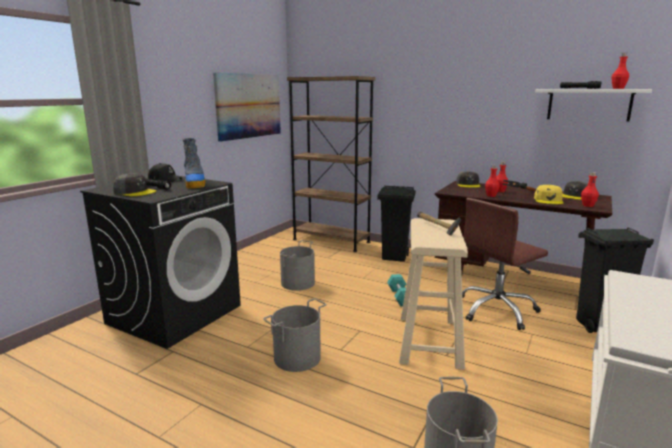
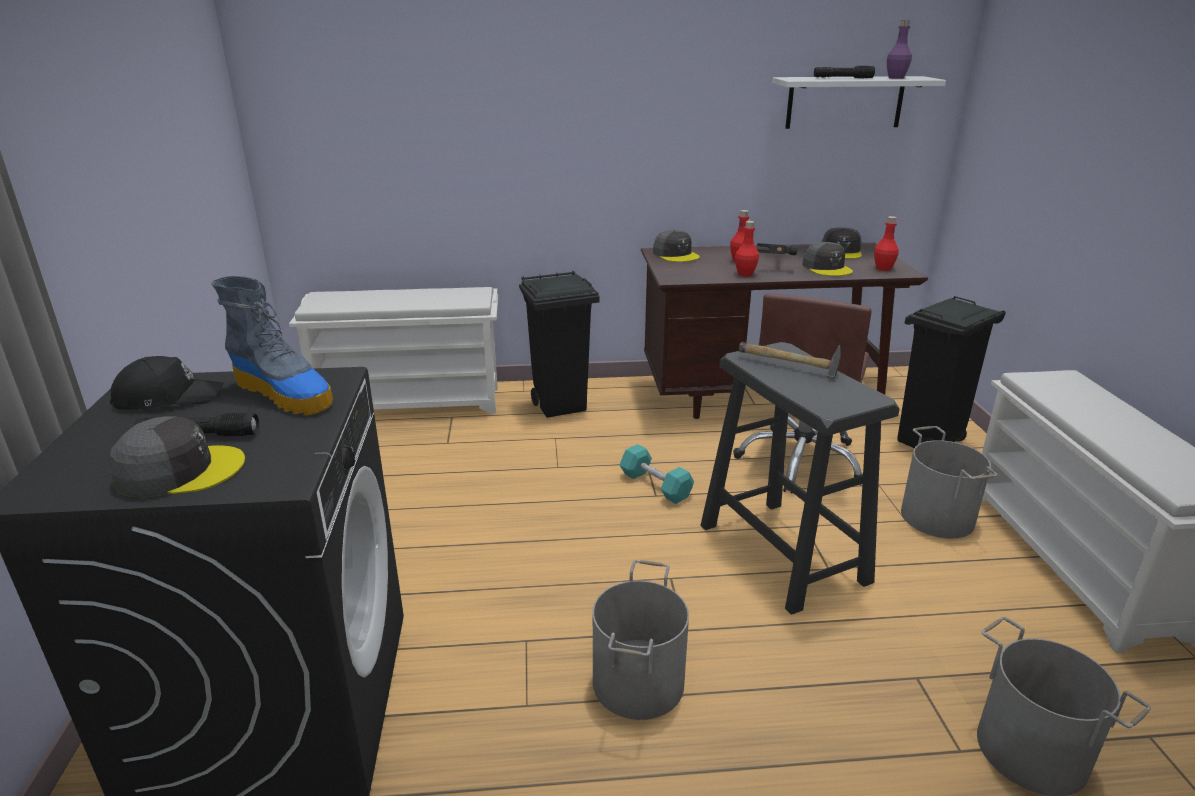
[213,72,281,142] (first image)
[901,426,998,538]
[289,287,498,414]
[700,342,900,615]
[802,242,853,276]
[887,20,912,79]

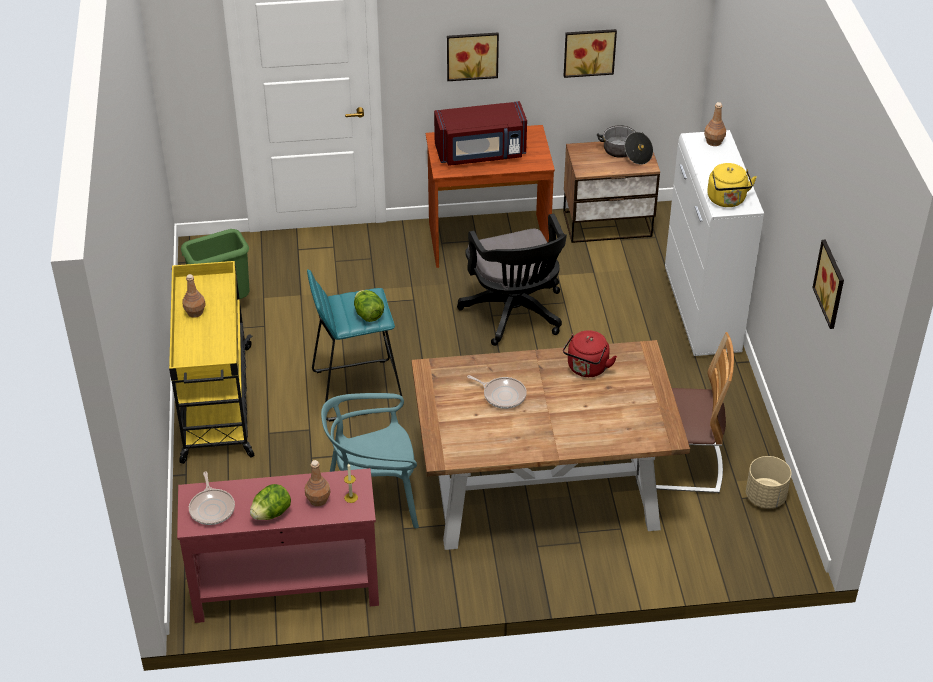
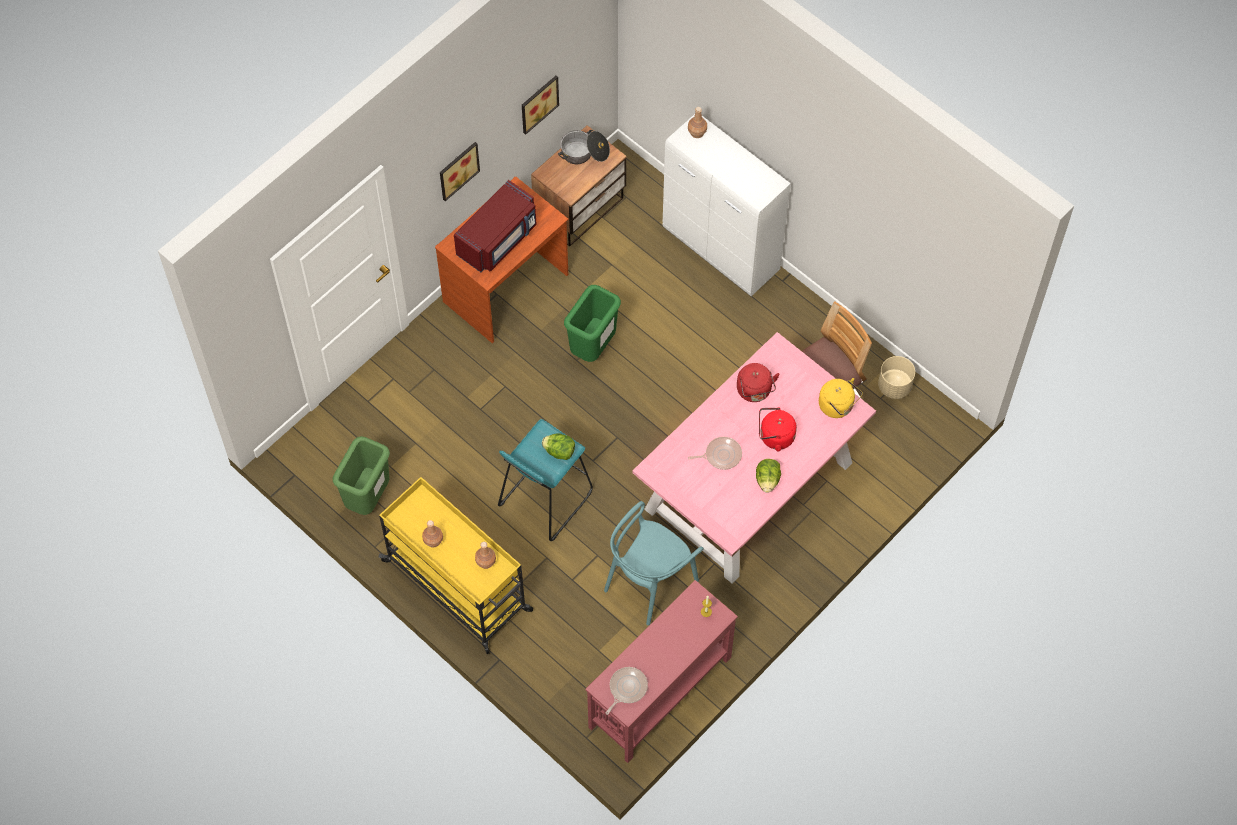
[605,667,648,715]
[756,459,781,493]
[475,542,496,569]
[633,332,876,584]
[564,285,621,362]
[819,378,863,418]
[812,240,844,329] (first image)
[759,408,797,451]

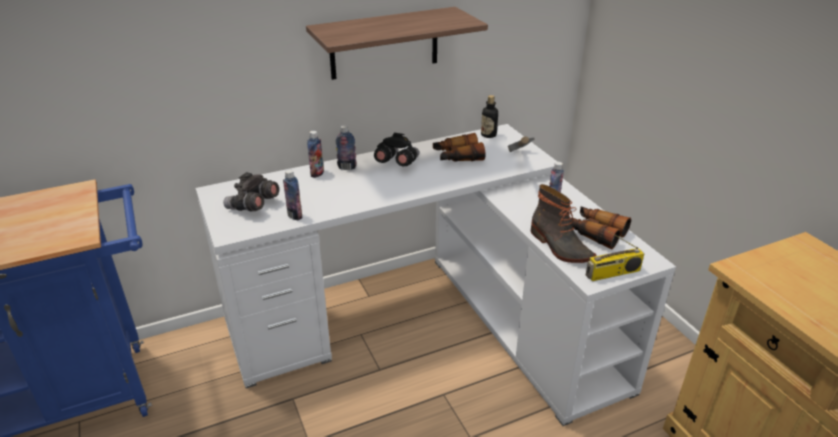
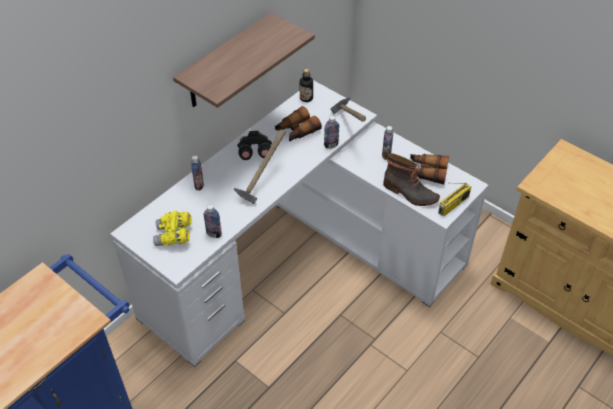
[153,210,192,246]
[324,116,339,149]
[234,129,286,204]

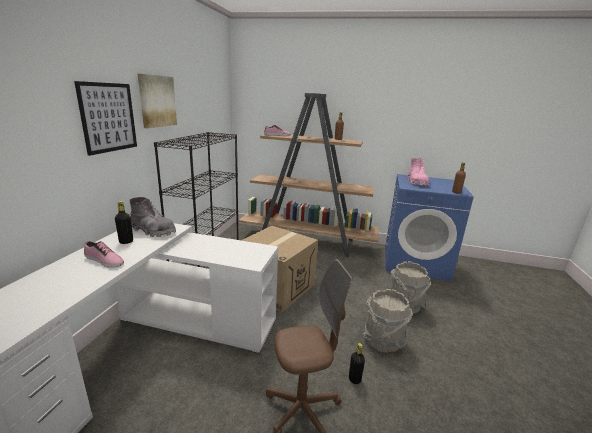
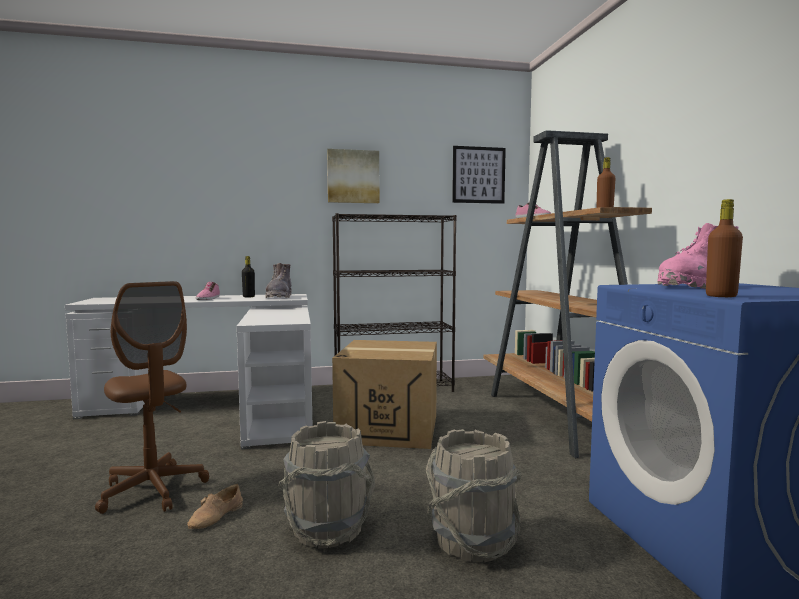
[452,146,506,204]
[187,484,243,529]

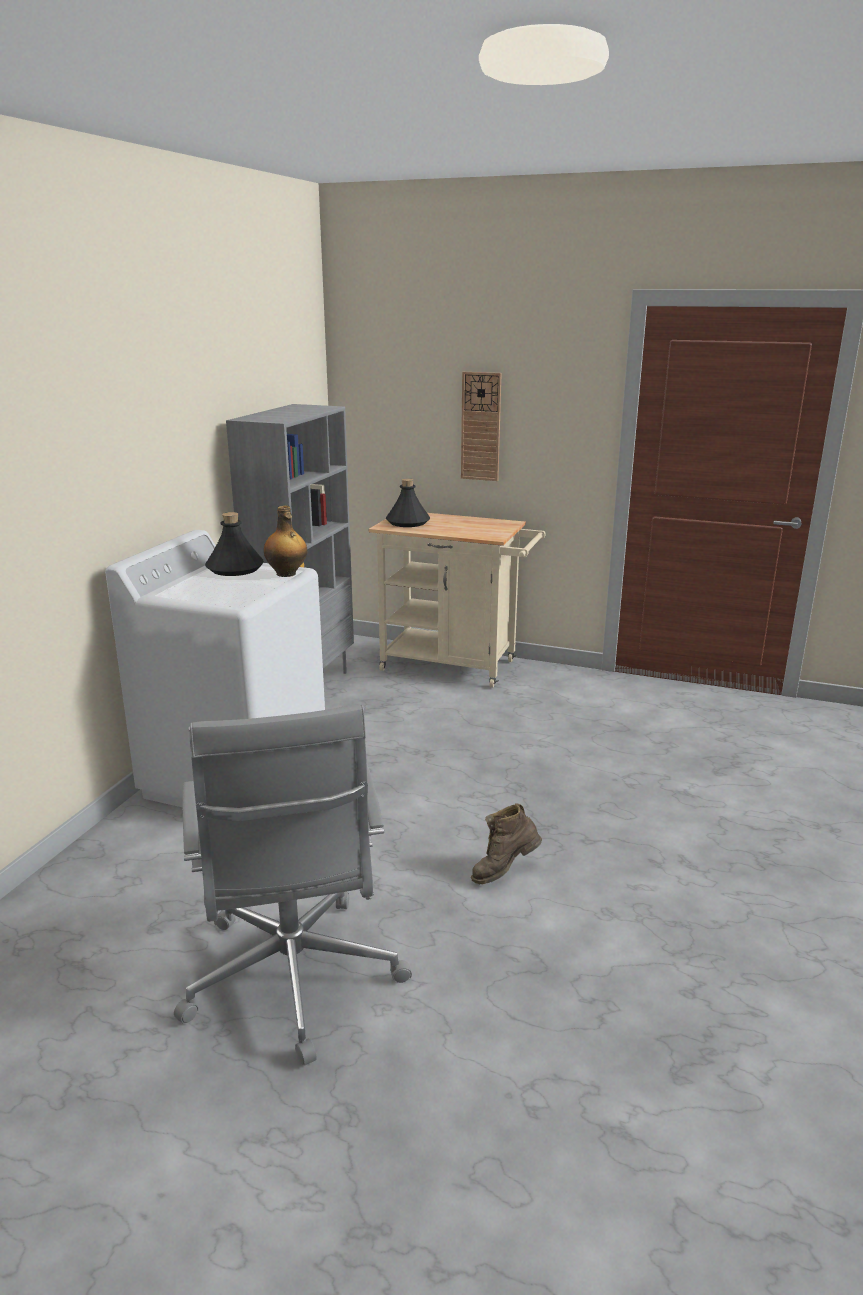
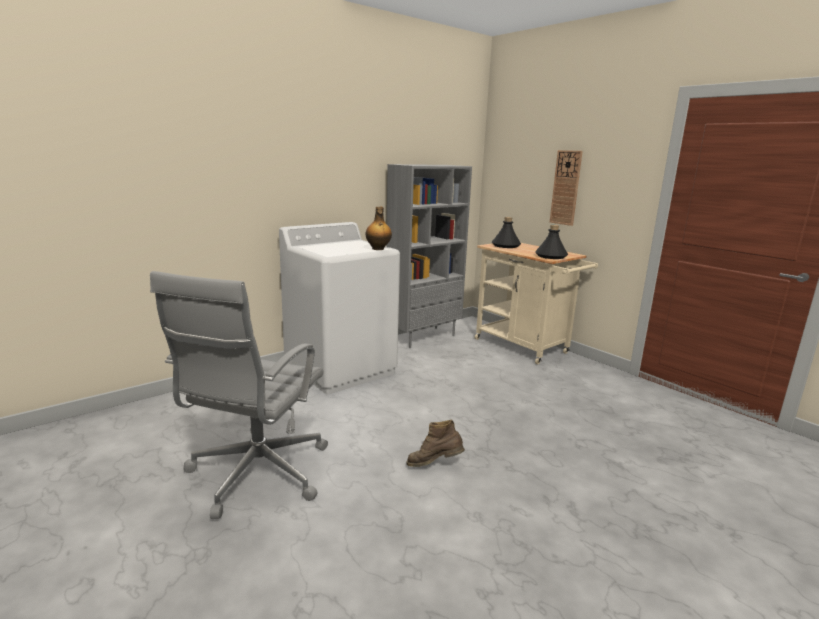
[535,225,568,259]

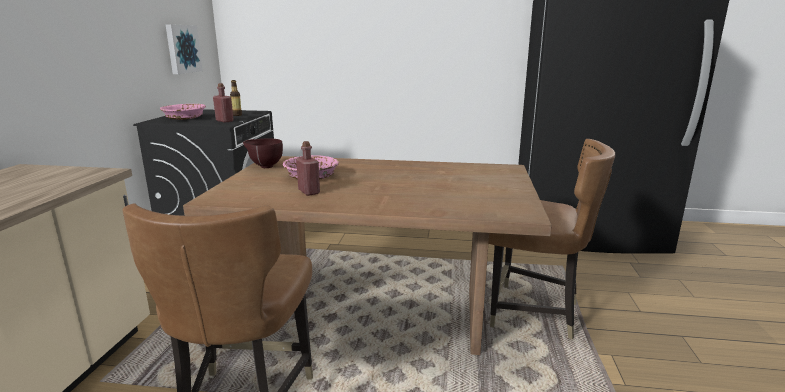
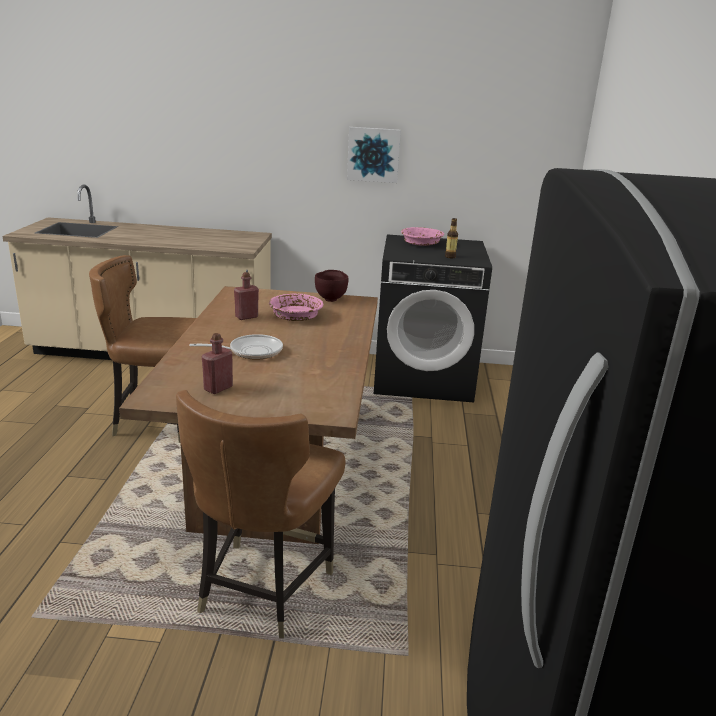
[347,127,401,183]
[202,333,233,394]
[189,334,283,360]

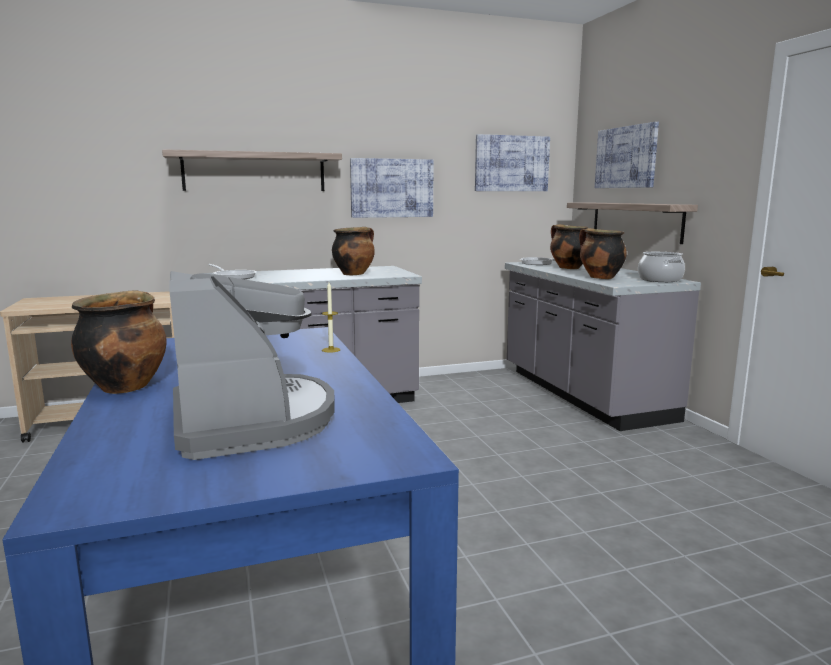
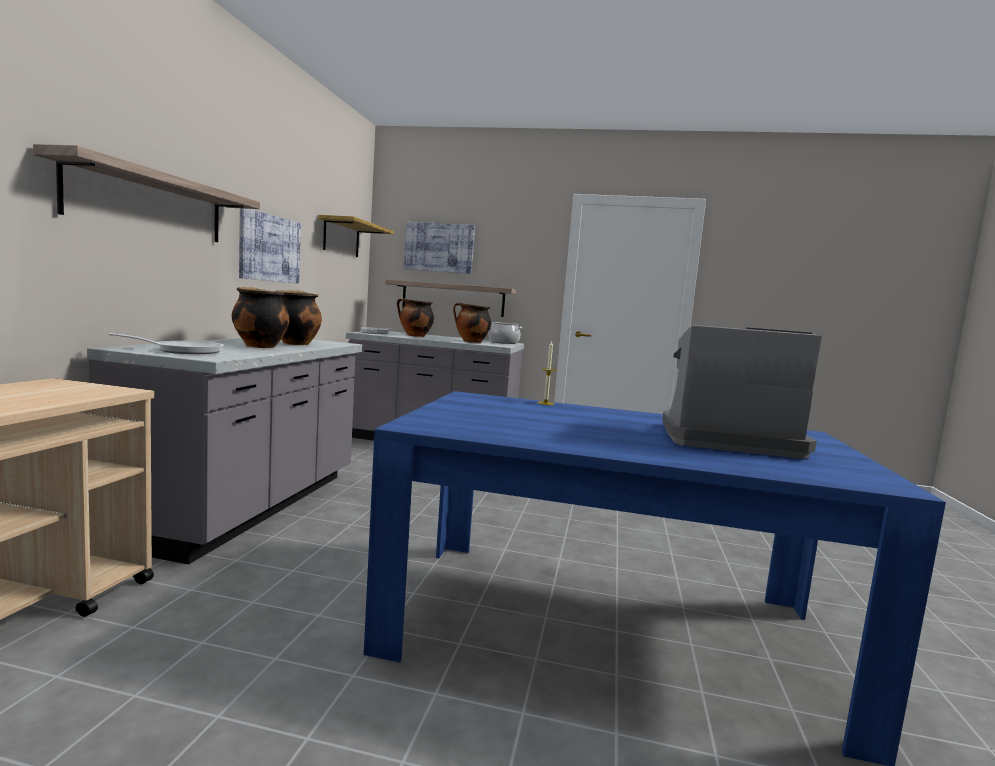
[231,287,289,348]
[318,215,394,257]

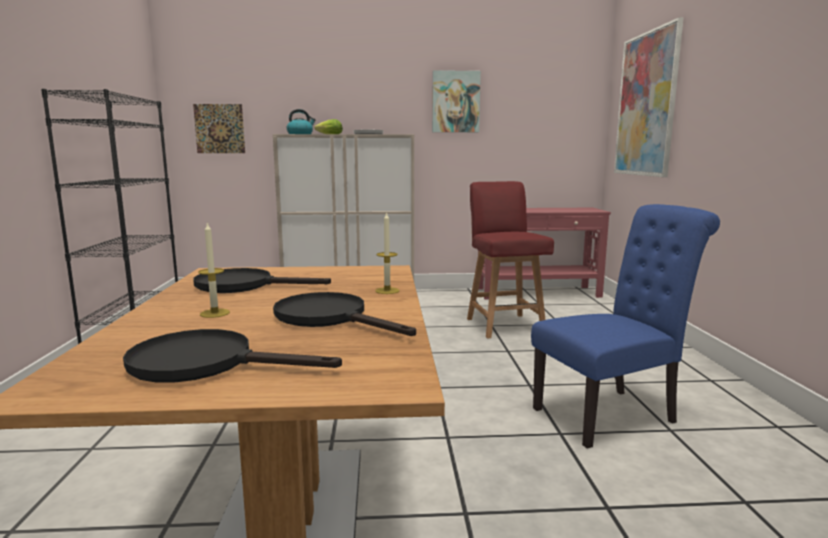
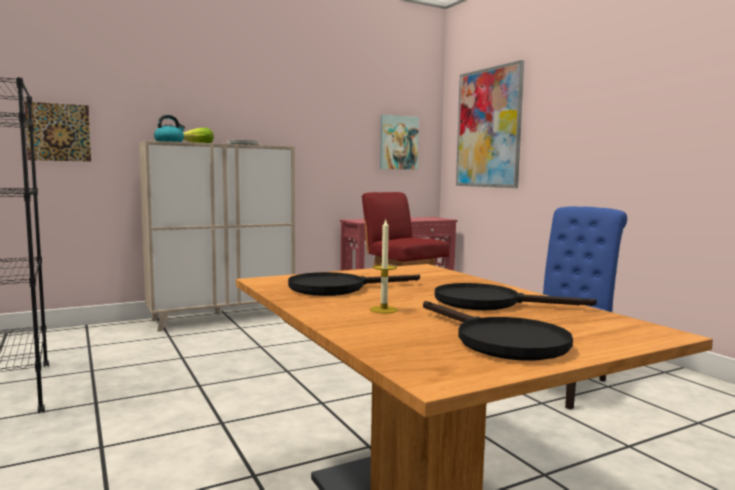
[423,301,573,361]
[375,212,400,294] (first image)
[380,114,419,170]

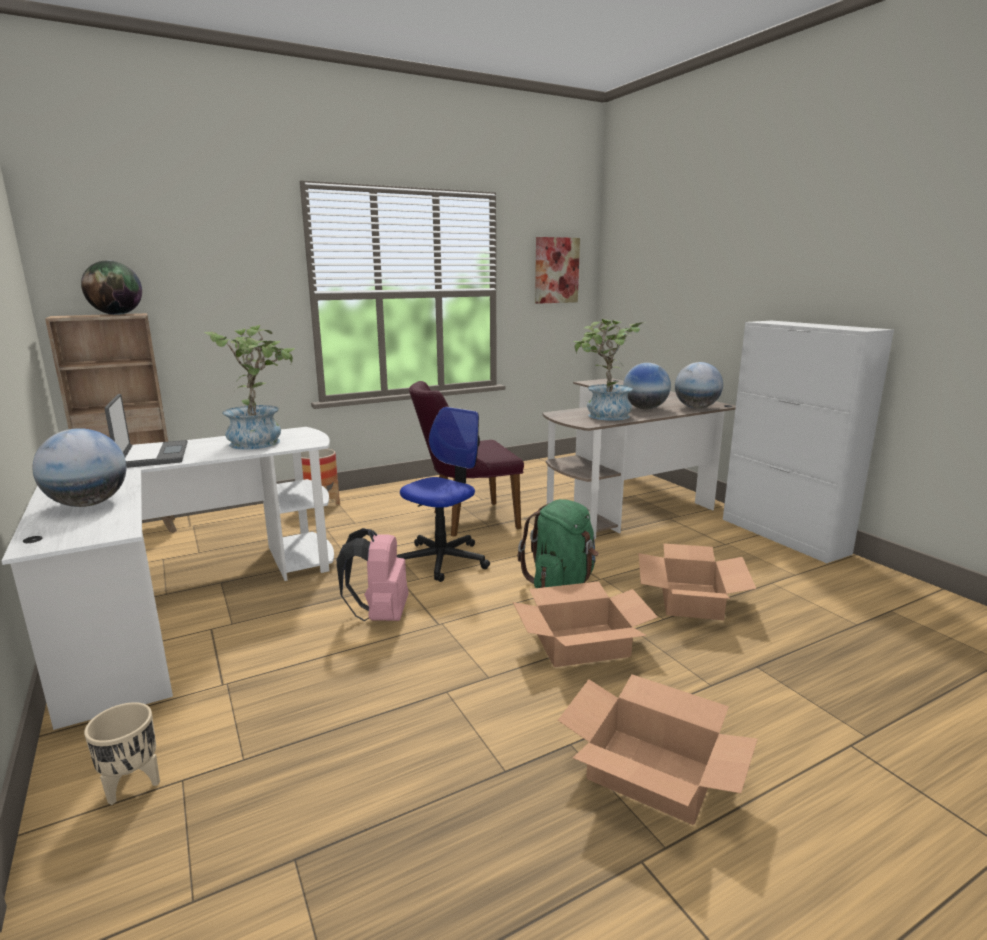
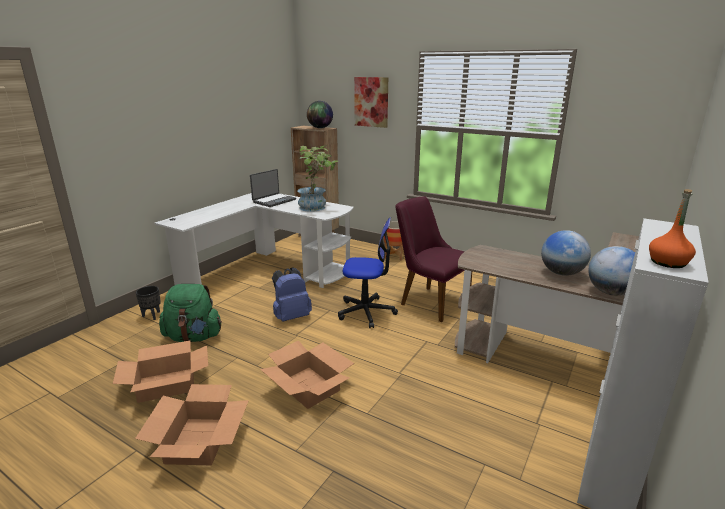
[32,428,127,507] (first image)
[136,286,161,320]
[272,267,312,322]
[159,284,222,342]
[354,77,388,128]
[573,319,644,421] (first image)
[113,341,208,403]
[649,189,696,268]

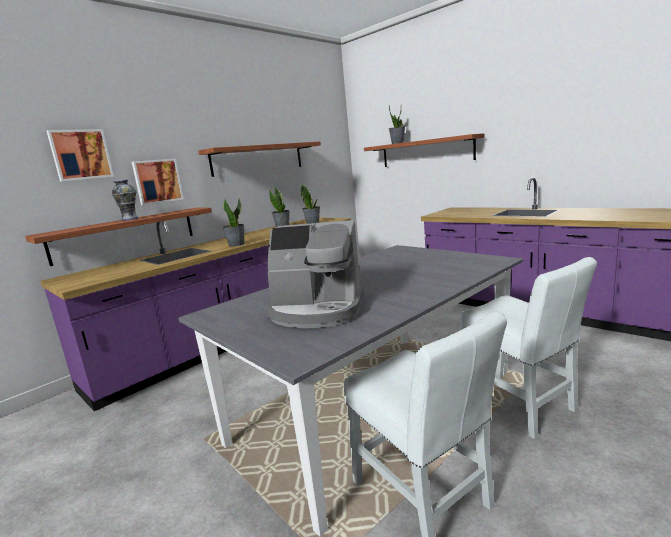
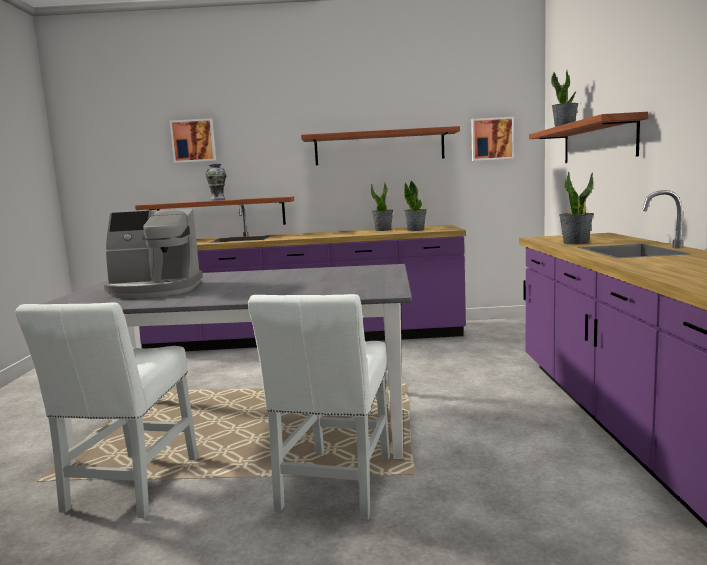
[471,117,514,161]
[559,171,594,245]
[103,209,203,298]

